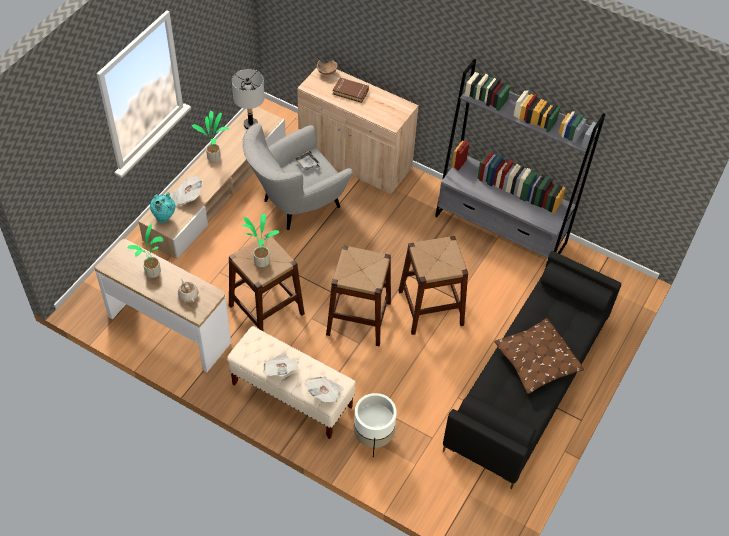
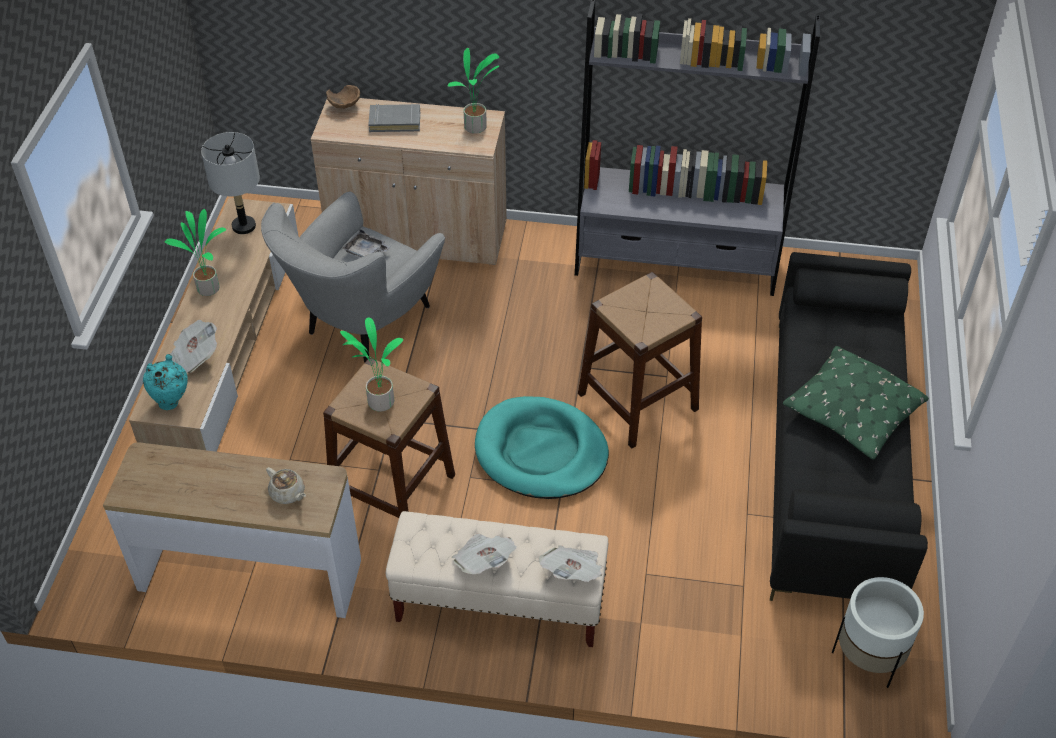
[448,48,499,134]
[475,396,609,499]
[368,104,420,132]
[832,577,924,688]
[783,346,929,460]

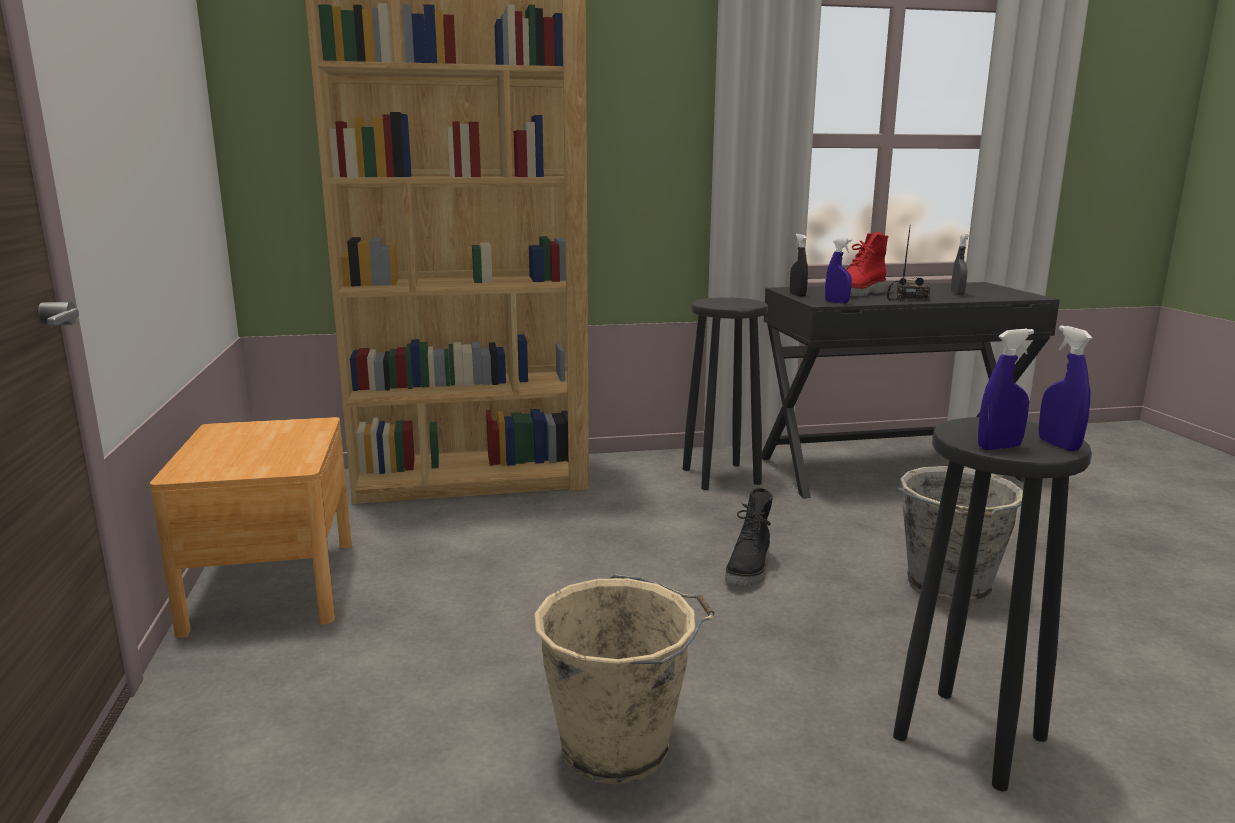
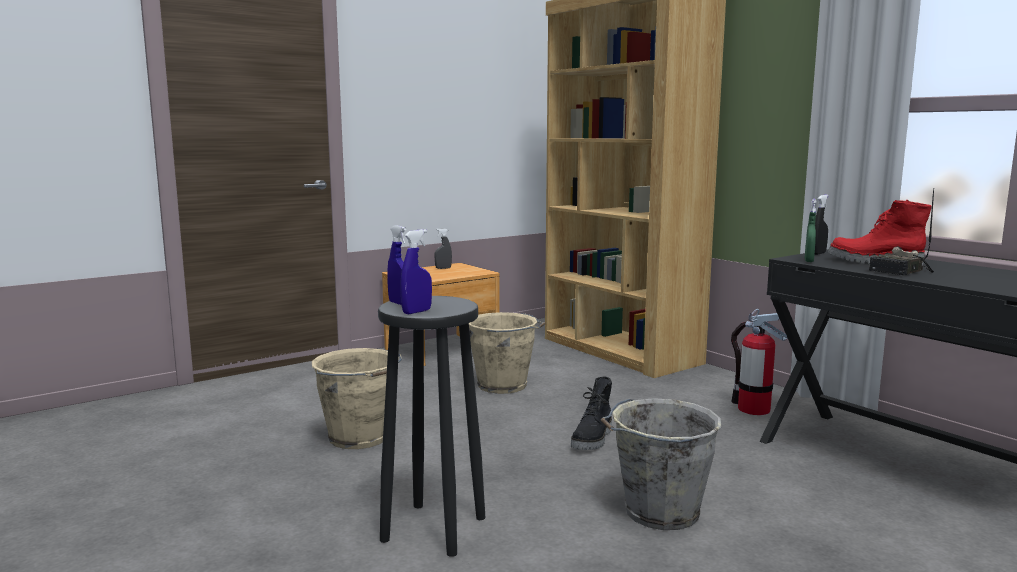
[731,309,787,415]
[571,377,612,450]
[805,199,816,262]
[869,188,934,275]
[435,228,452,269]
[469,312,546,394]

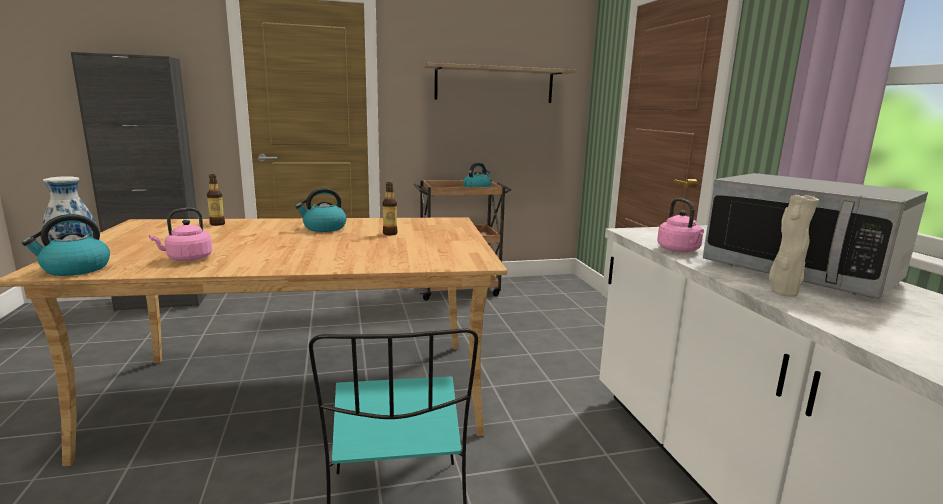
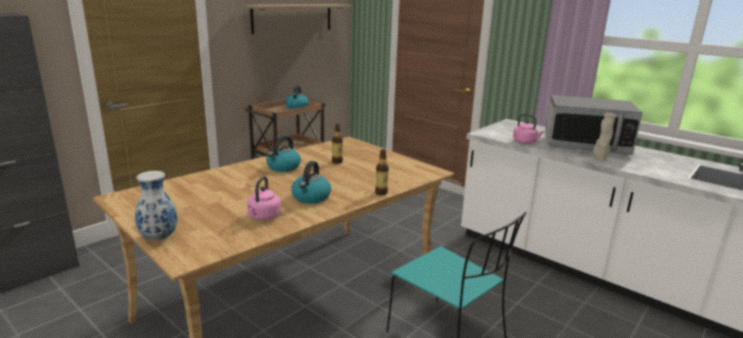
[291,161,331,204]
[375,149,389,195]

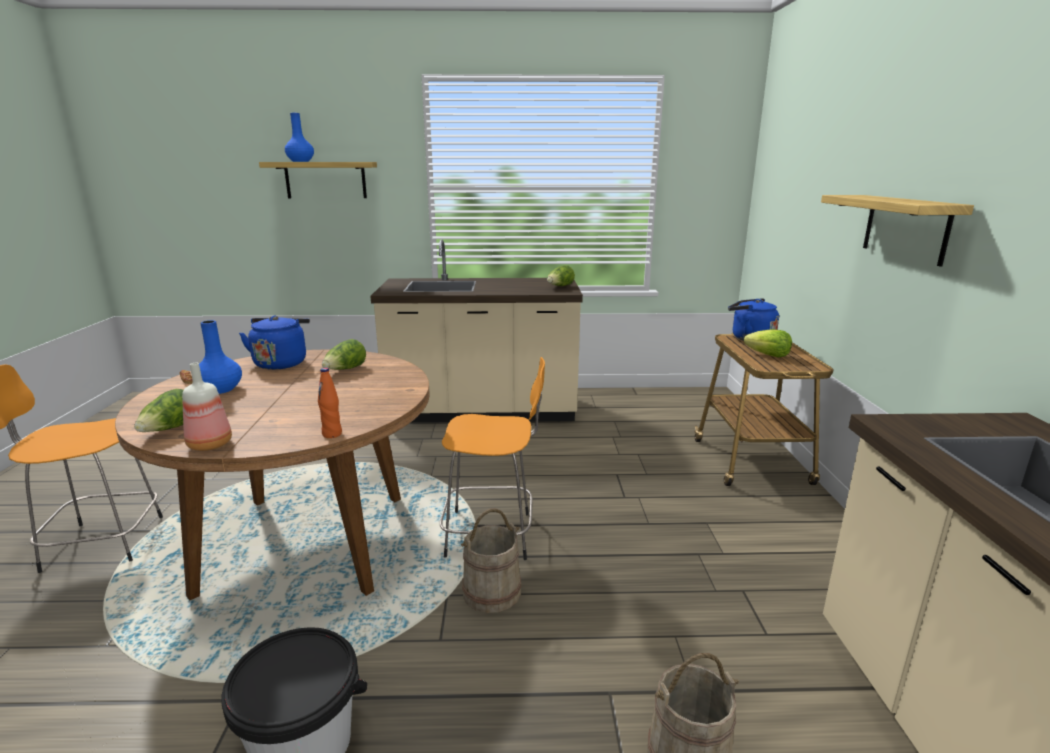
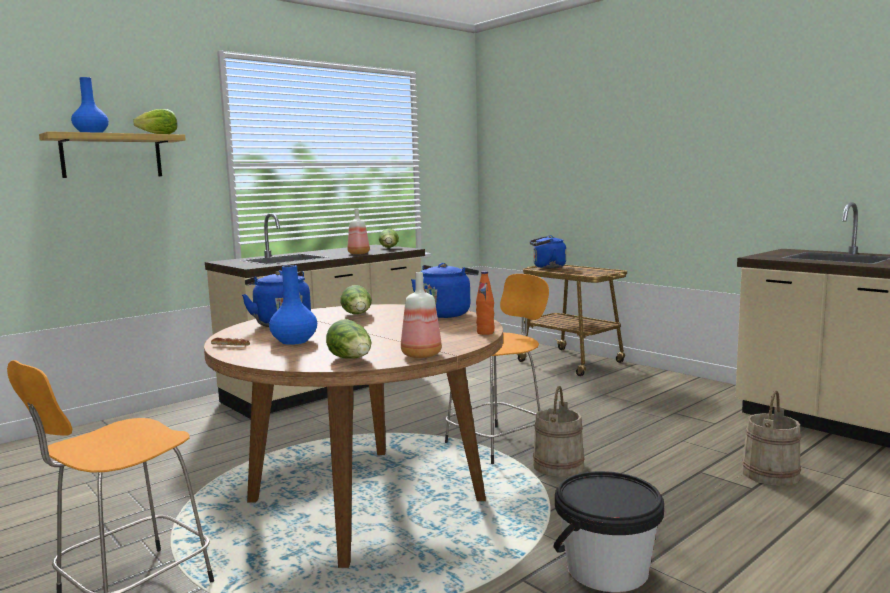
[133,109,178,134]
[821,195,974,267] (first image)
[347,208,370,254]
[411,263,479,318]

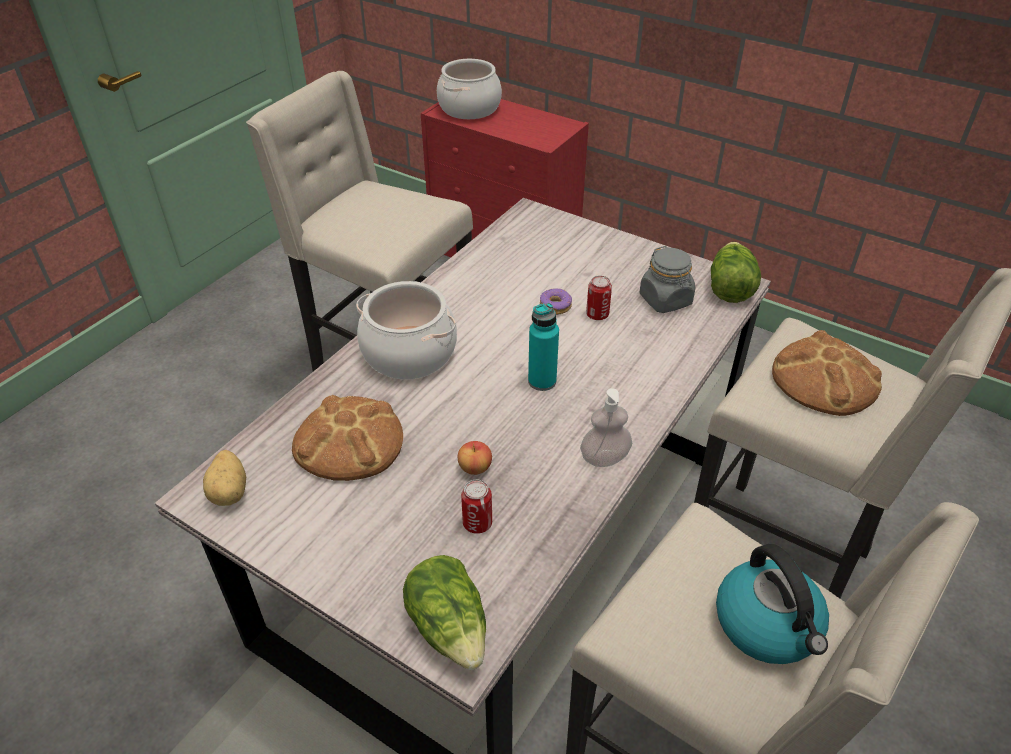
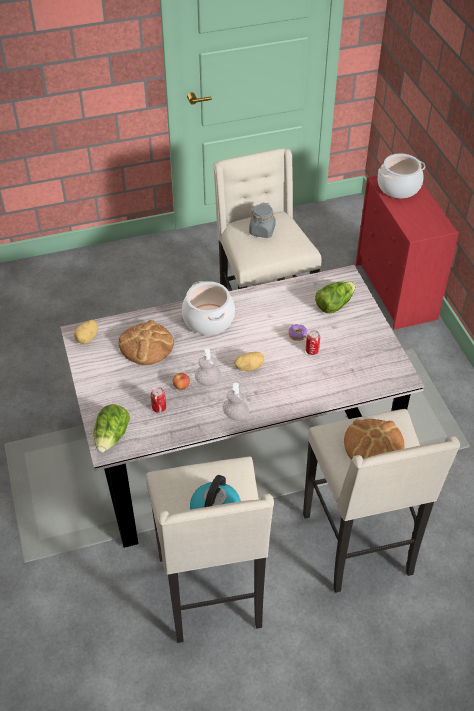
[234,352,264,371]
[249,203,276,238]
[315,281,356,313]
[195,348,221,386]

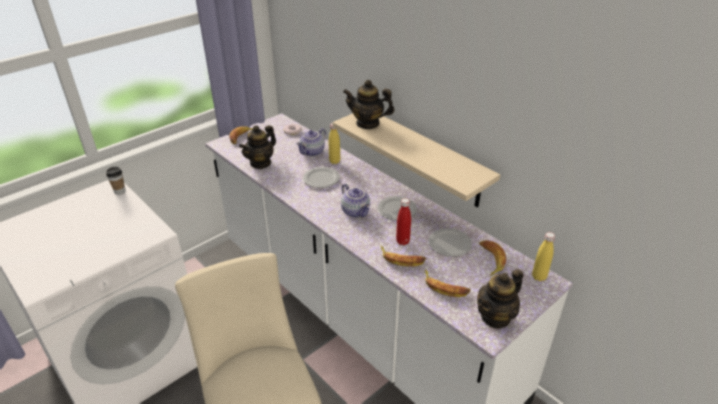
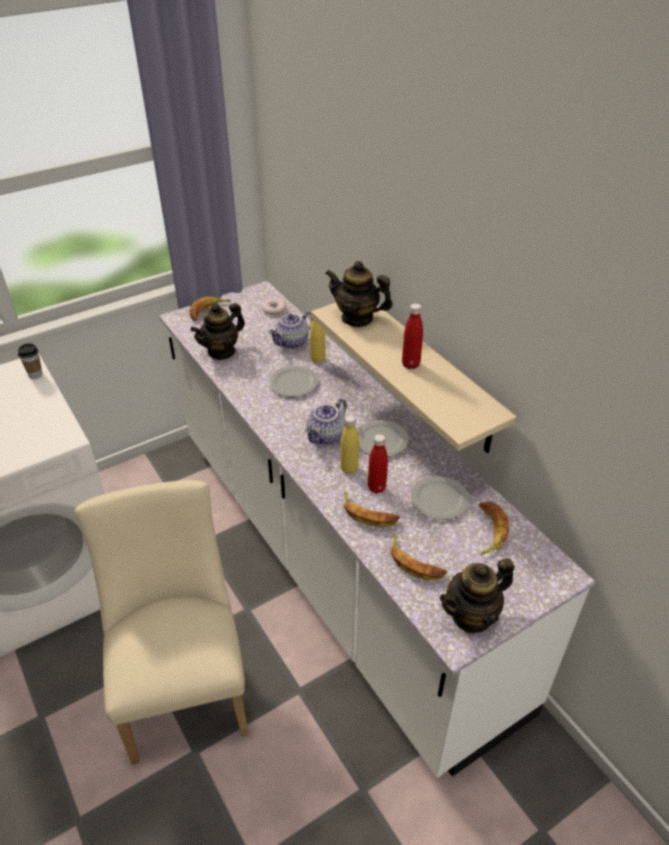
[304,398,347,445]
[340,415,359,474]
[402,303,423,369]

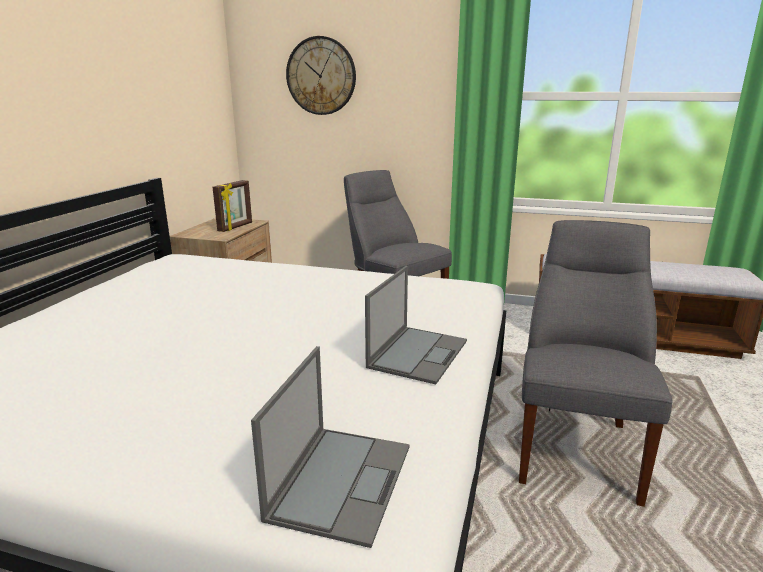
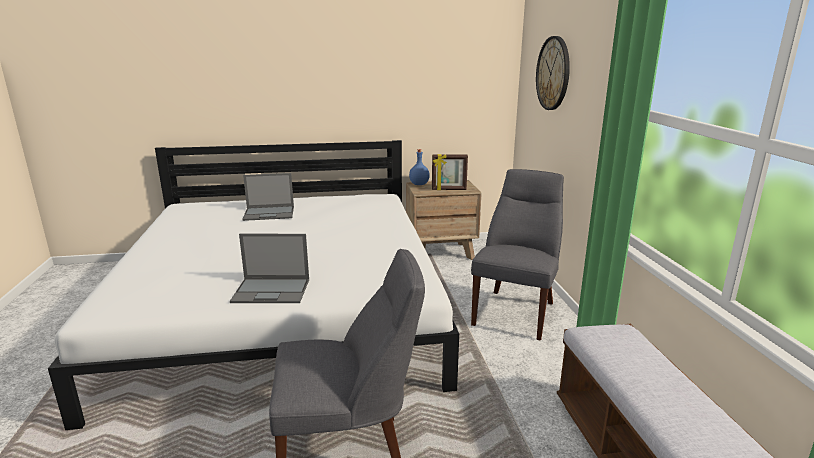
[242,173,294,221]
[409,149,430,185]

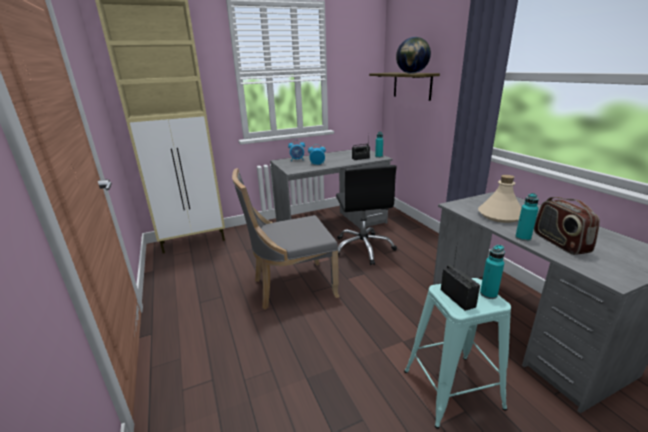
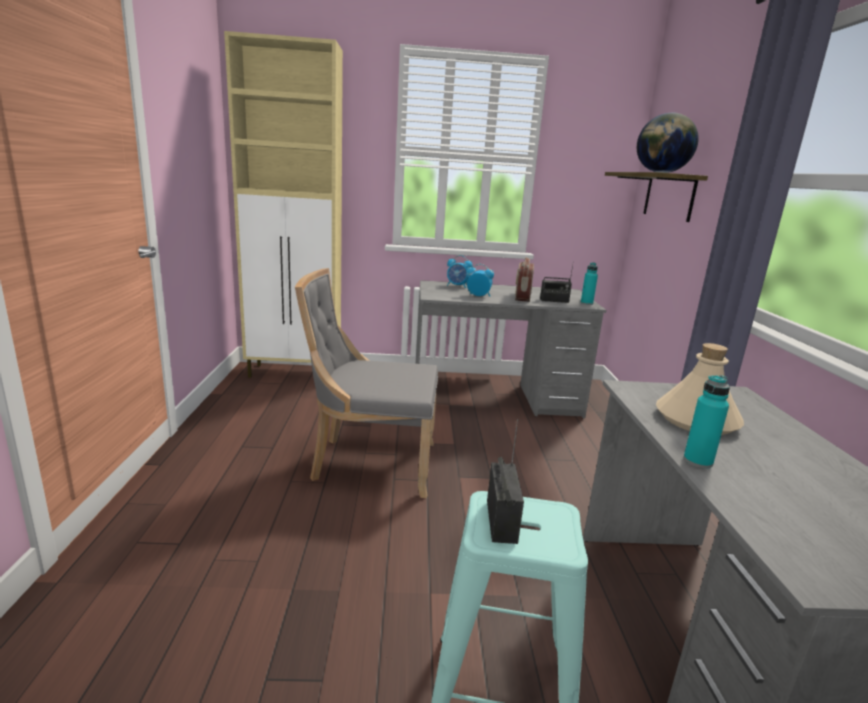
[336,165,397,265] (first image)
[480,245,505,299] (first image)
[515,258,534,302]

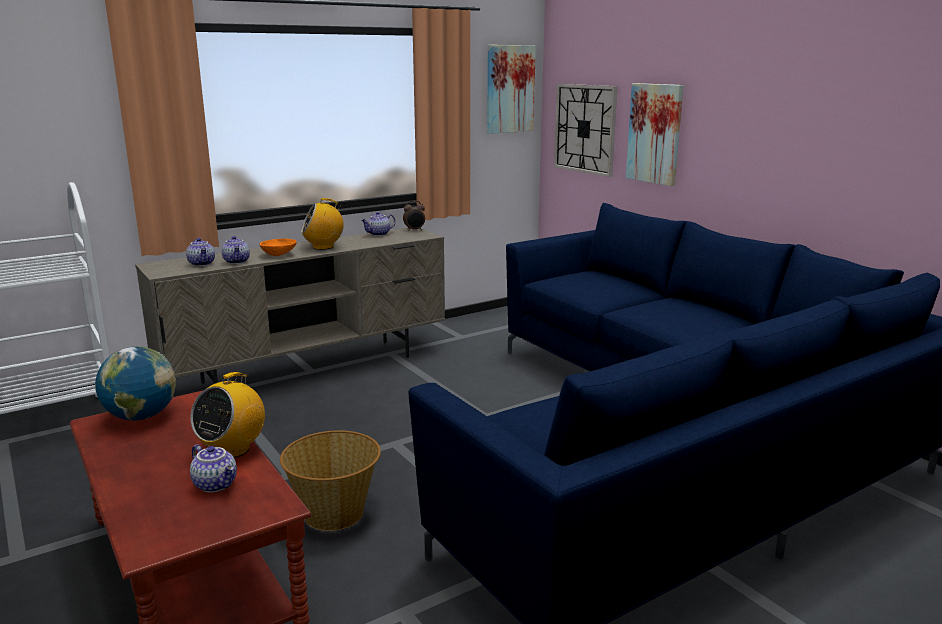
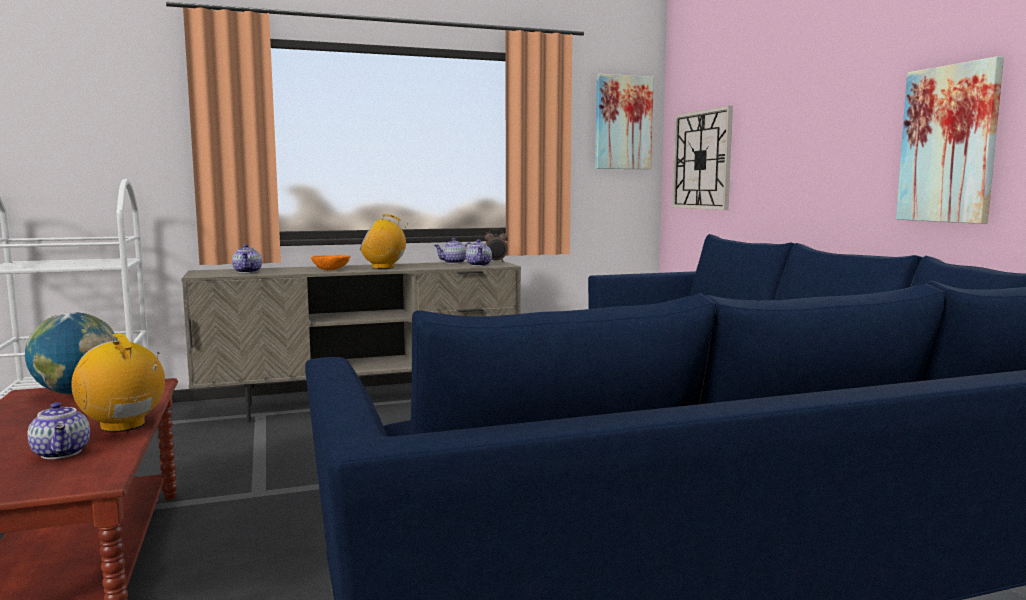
[71,333,165,432]
[466,240,492,266]
[280,430,381,531] (first image)
[896,56,1004,224]

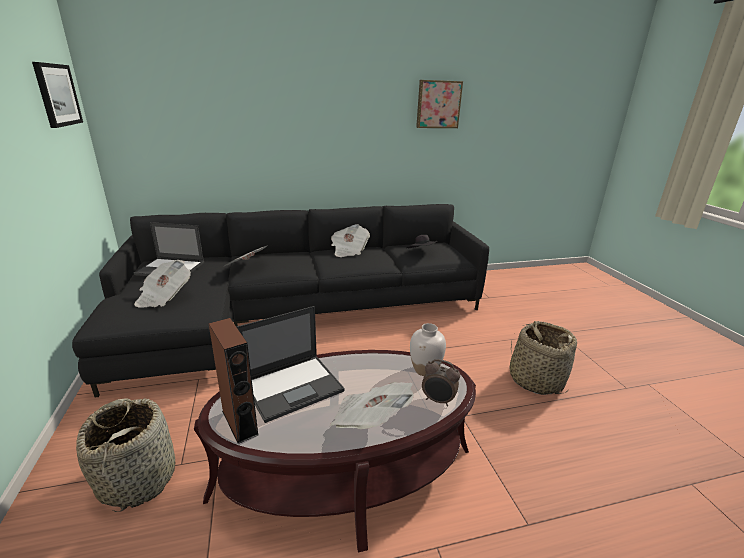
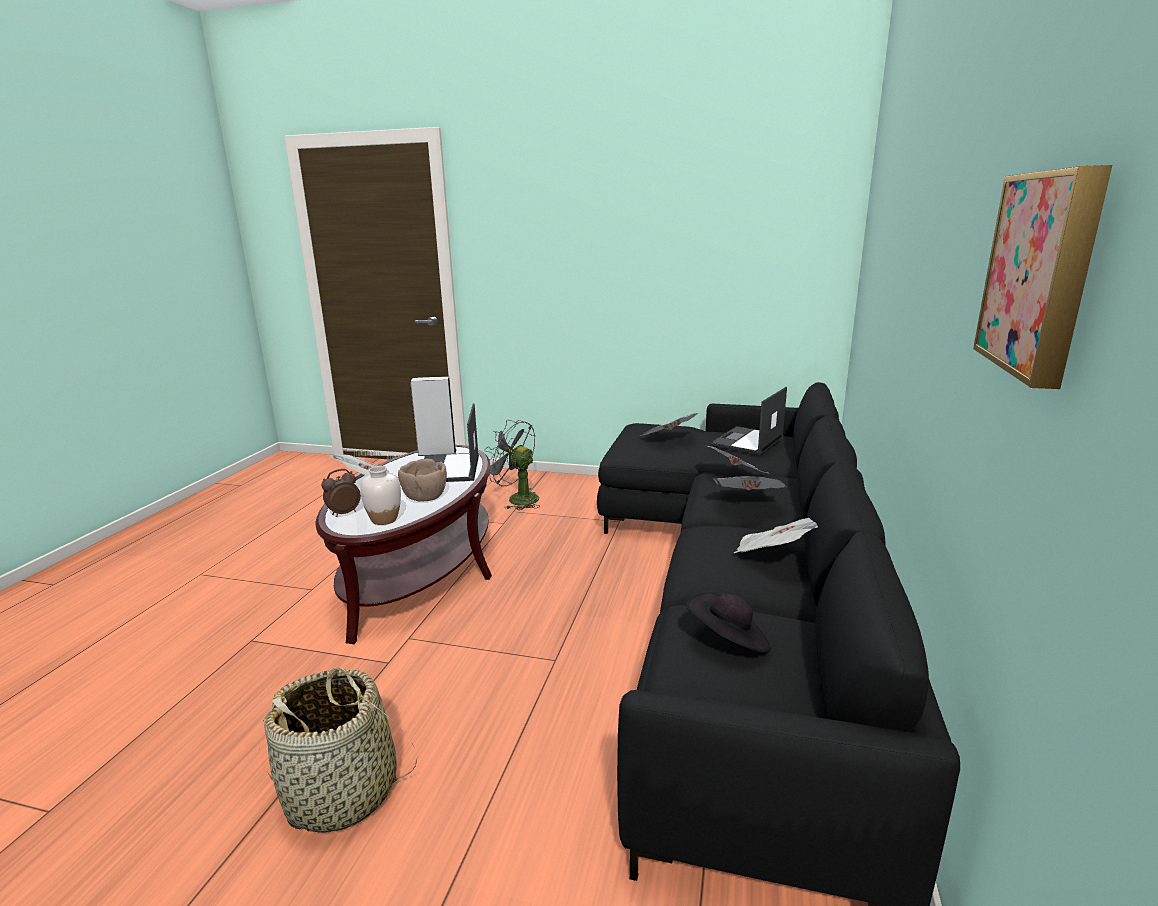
[32,62,83,128] (first image)
[484,420,540,510]
[410,376,457,456]
[398,459,447,501]
[712,476,787,490]

